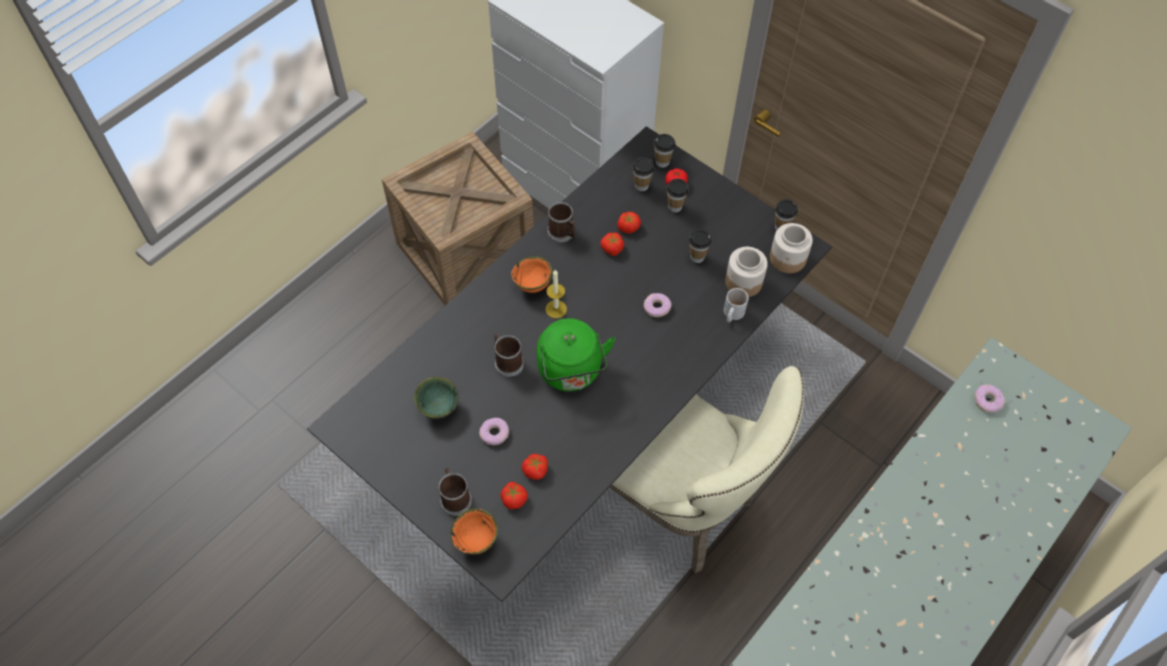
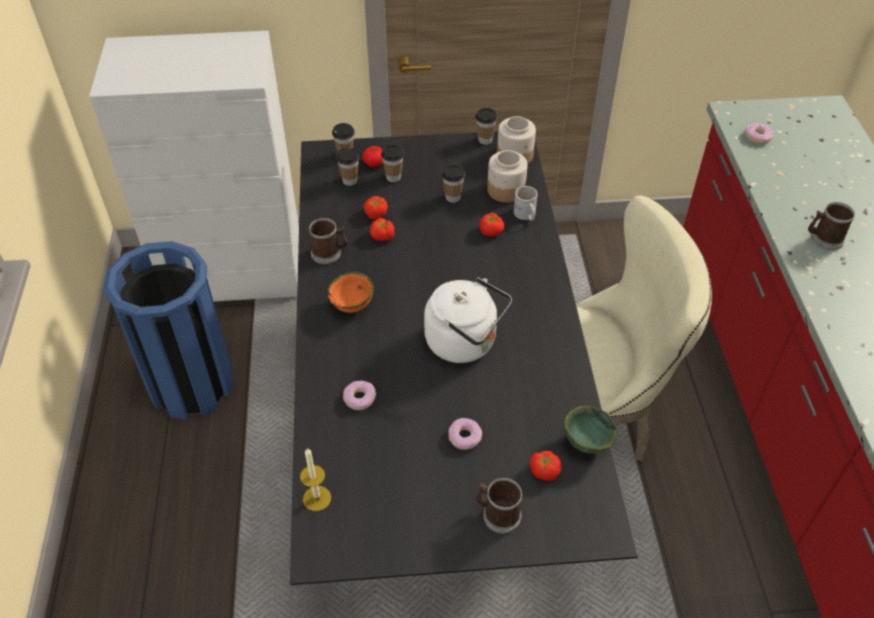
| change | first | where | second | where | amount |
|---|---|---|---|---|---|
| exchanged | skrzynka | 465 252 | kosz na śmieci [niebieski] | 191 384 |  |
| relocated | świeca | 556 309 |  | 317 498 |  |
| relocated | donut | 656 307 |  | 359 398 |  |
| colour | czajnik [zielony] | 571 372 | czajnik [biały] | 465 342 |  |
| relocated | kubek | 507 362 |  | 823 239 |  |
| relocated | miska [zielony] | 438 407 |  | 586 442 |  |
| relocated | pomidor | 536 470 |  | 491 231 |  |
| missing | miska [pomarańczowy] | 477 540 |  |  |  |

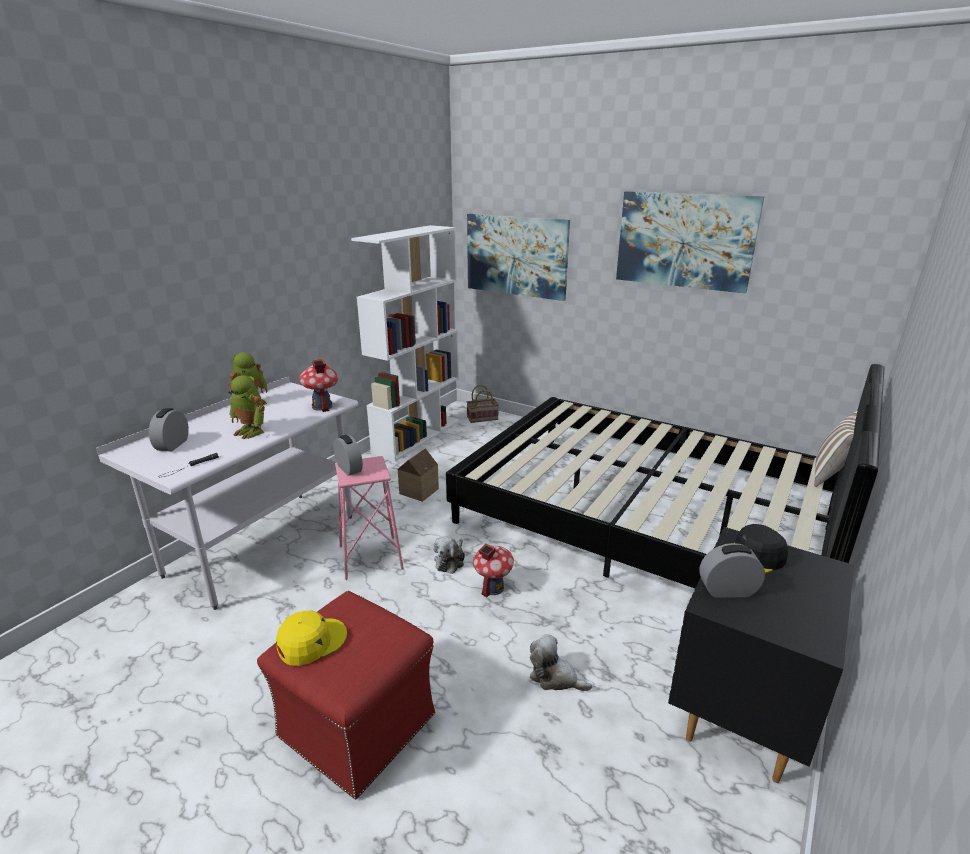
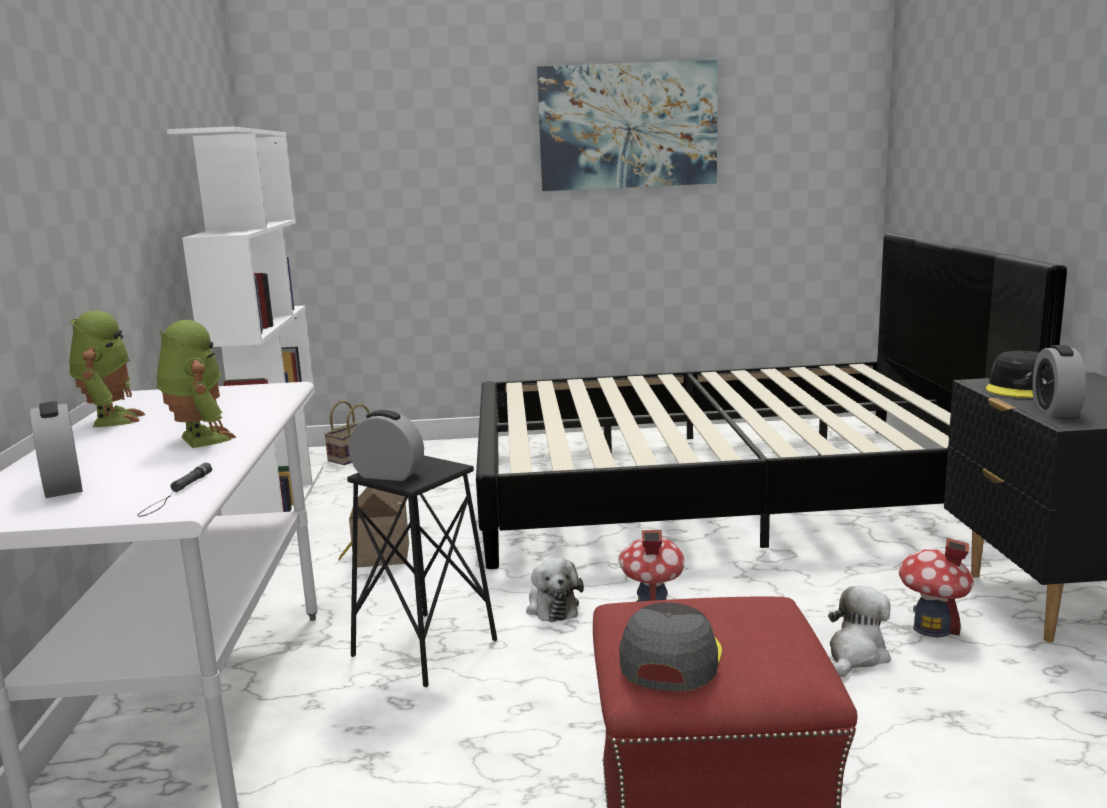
| change | first | where | second | where | amount |
|---|---|---|---|---|---|
| missing | obraz | 516 256 |  |  |  |
| relocated | domek | 322 406 |  | 932 628 |  |
| spun | robot zabawkowy | 251 431 |  | 199 439 | 120 degrees counterclockwise |
| missing | poduszka | 831 475 |  |  |  |
| colour | stołek [różowy] | 370 557 | stołek [czarny] | 424 648 |  |
| spun | budzik | 727 590 |  | 1055 410 | 45 degrees counterclockwise |
| colour | czapka z daszkiem [żółty] | 311 641 | czapka z daszkiem [szary] | 670 658 |  |
| spun | pluszak | 555 677 |  | 856 655 | 135 degrees clockwise |

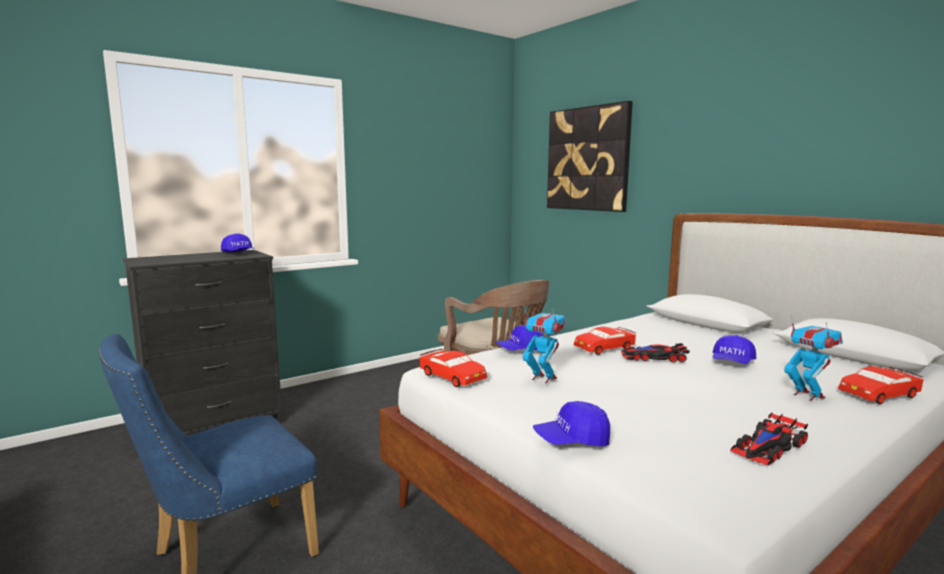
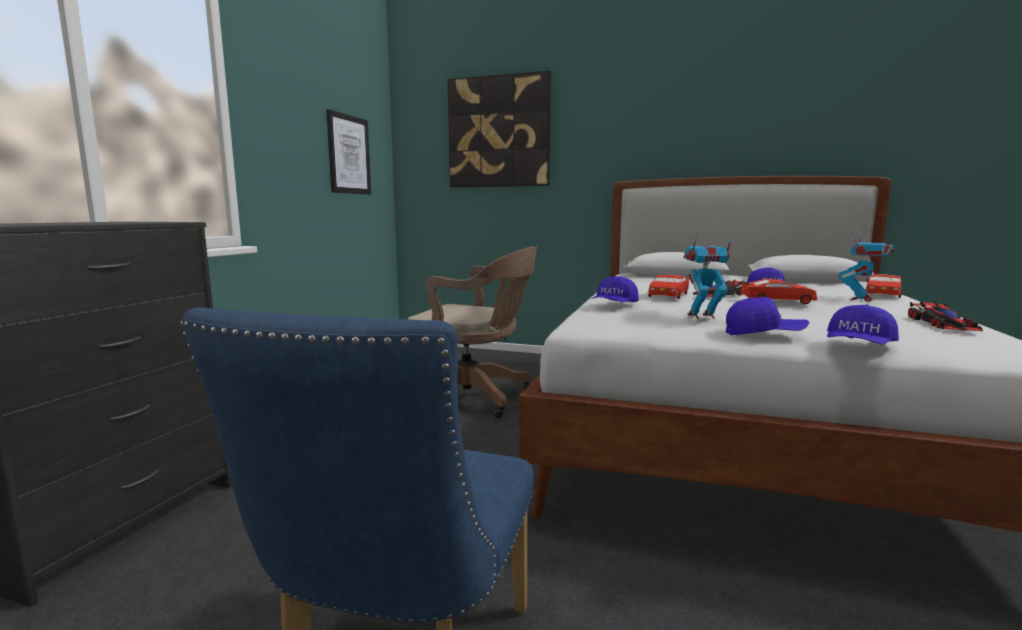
| change | first | where | second | where | amount |
|---|---|---|---|---|---|
| relocated | czapka z daszkiem [niebieski] | 239 253 |  | 764 334 |  |
| spun | robot zabawkowy | 807 395 |  | 861 299 | 105 degrees clockwise |
| relocated | samochodzik [czerwony] | 452 376 |  | 776 301 |  |
| appeared |  |  | obraz | 348 155 |  |

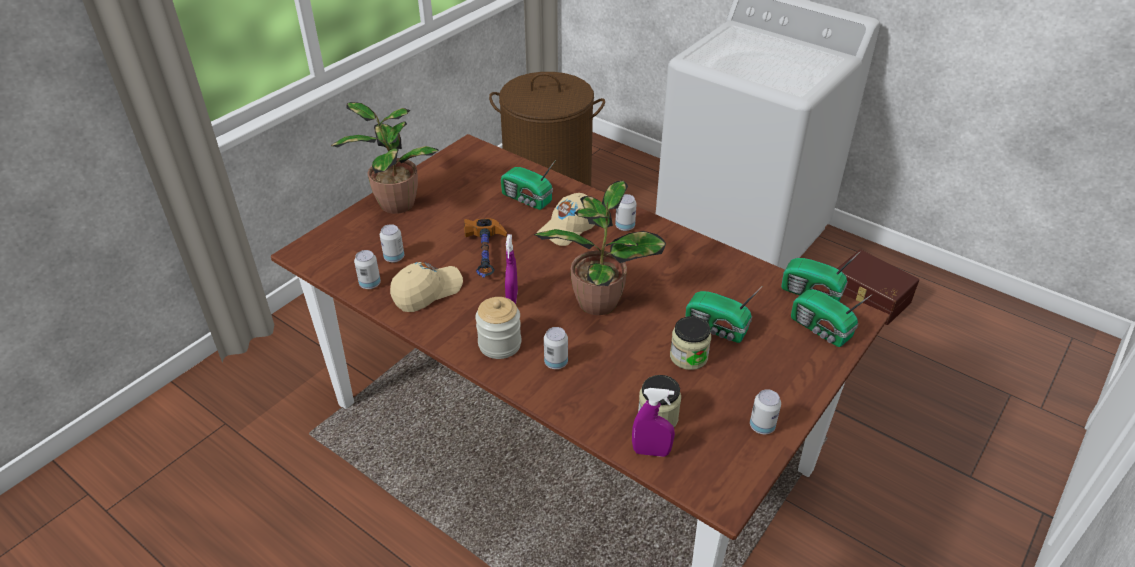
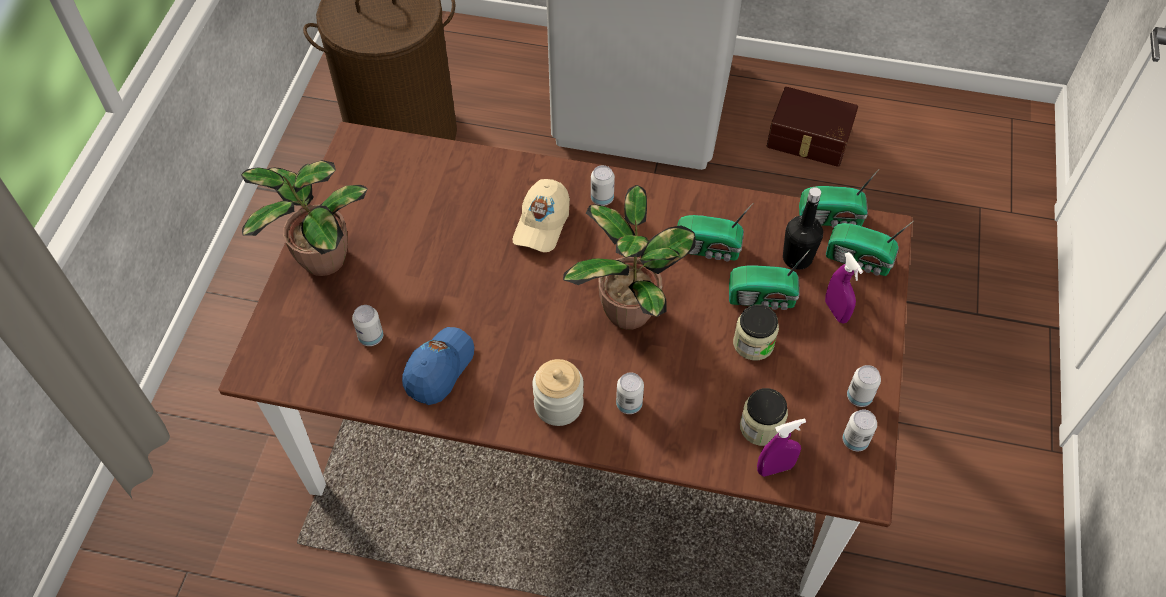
| change | first | where | second | where | amount |
|---|---|---|---|---|---|
| relocated | radio | 527 199 |  | 709 249 |  |
| missing | młotek | 486 257 |  |  |  |
| relocated | spryskiwacz [fioletowy] | 512 299 |  | 836 311 |  |
| relocated | puszka | 370 284 |  | 855 441 |  |
| colour | czapka z daszkiem [beżowy] | 427 292 | czapka z daszkiem [niebieski] | 438 369 |  |
| appeared |  |  | butelka [czarny] | 797 258 |  |

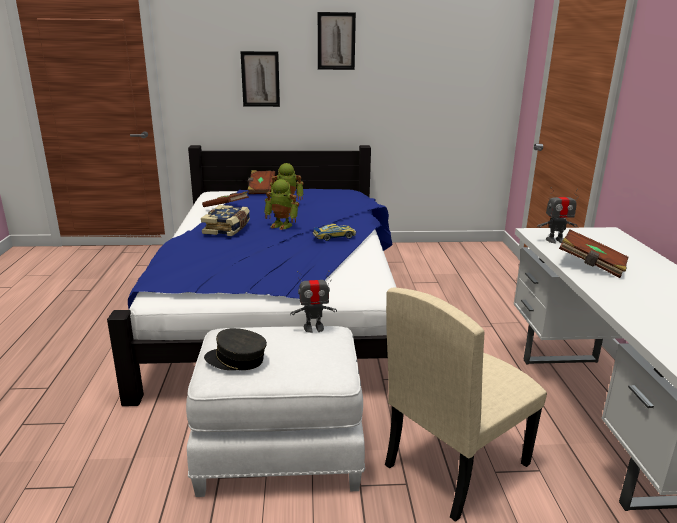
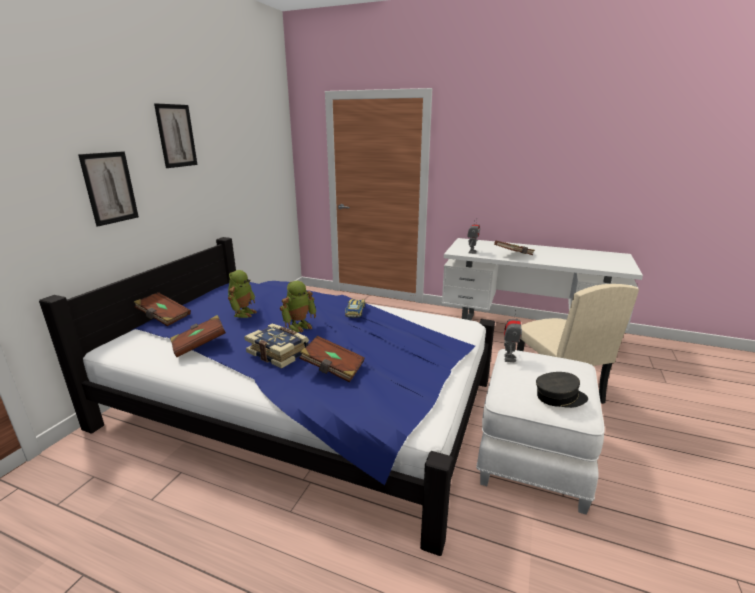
| change | first | where | second | where | amount |
|---|---|---|---|---|---|
| spun | czapka z daszkiem [szary] | 236 360 |  | 559 397 | 135 degrees counterclockwise |
| appeared |  |  | książka [brązowy] | 332 369 |  |

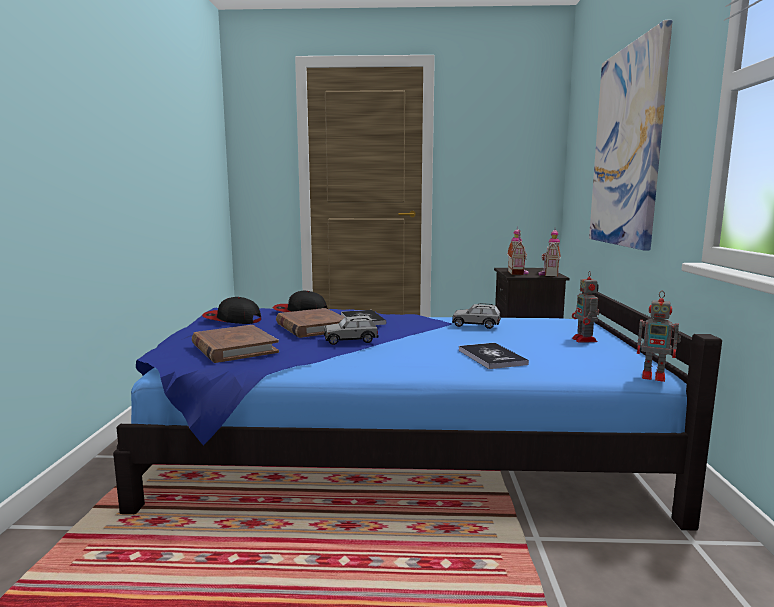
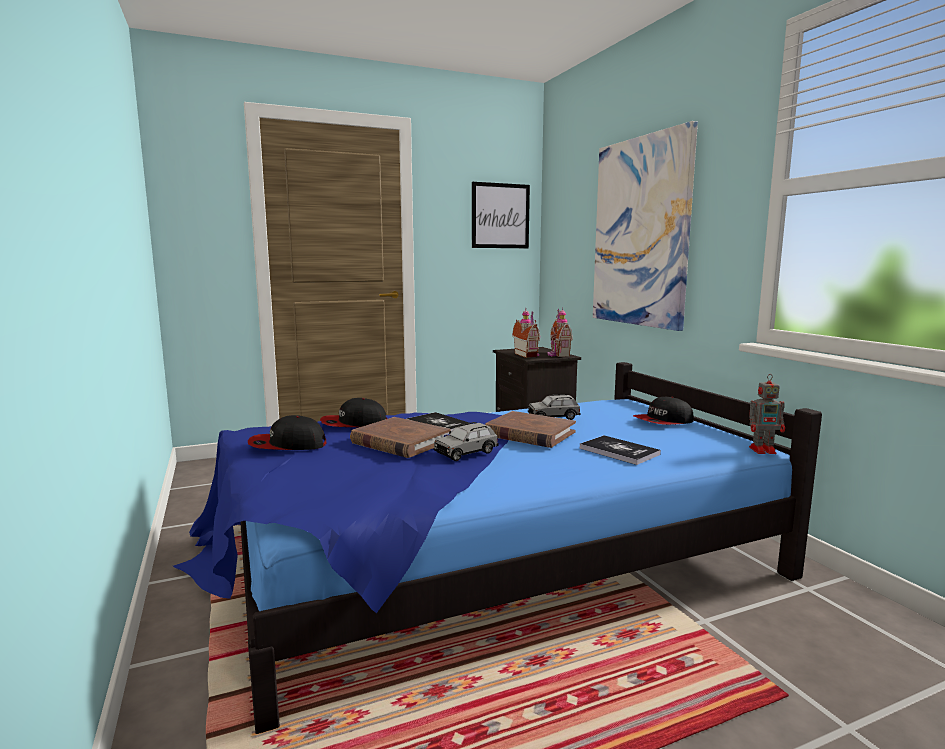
| change | first | where | second | where | amount |
|---|---|---|---|---|---|
| exchanged | robot zabawkowy | 585 340 | czapka z daszkiem | 663 421 |  |
| relocated | książka [brązowy] | 234 348 |  | 529 434 |  |
| appeared |  |  | obraz | 500 216 |  |

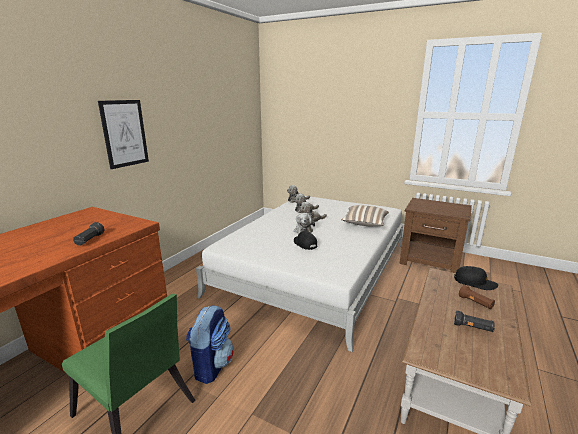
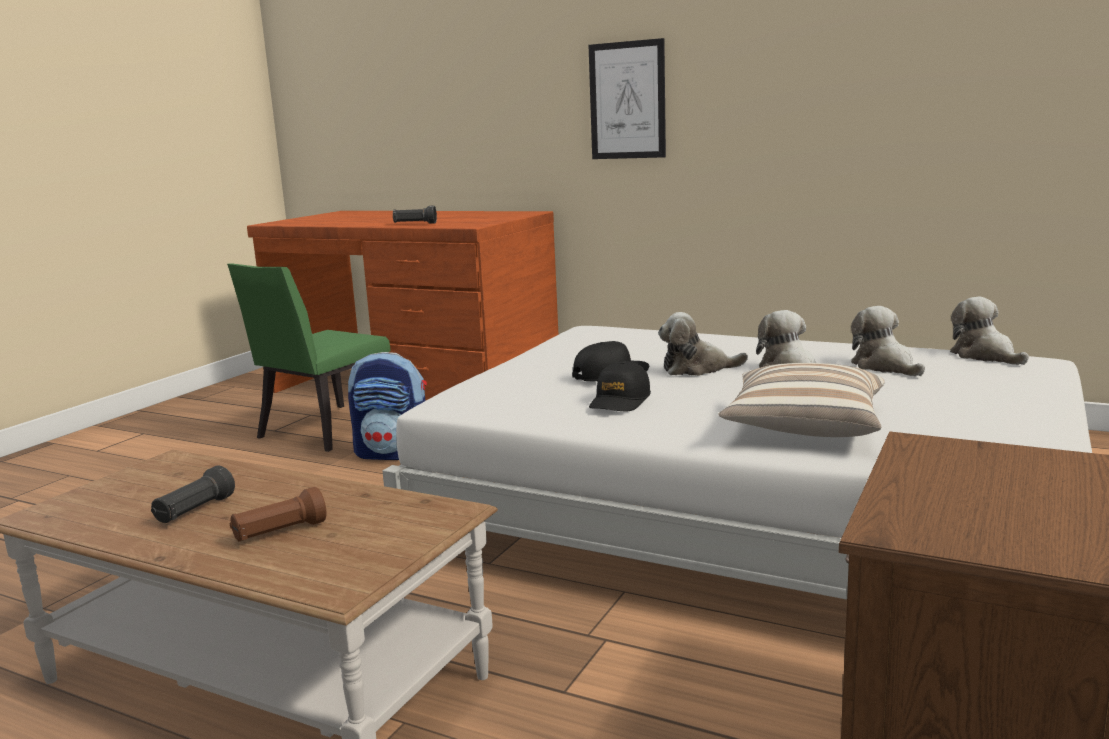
| change | first | where | second | where | amount |
|---|---|---|---|---|---|
| relocated | czapka z daszkiem [czarny] | 474 282 |  | 620 401 |  |

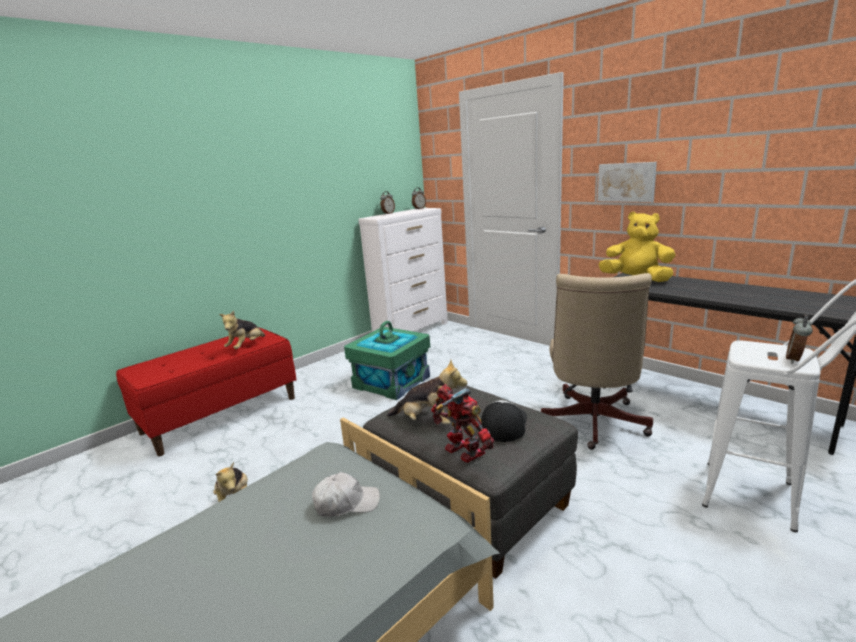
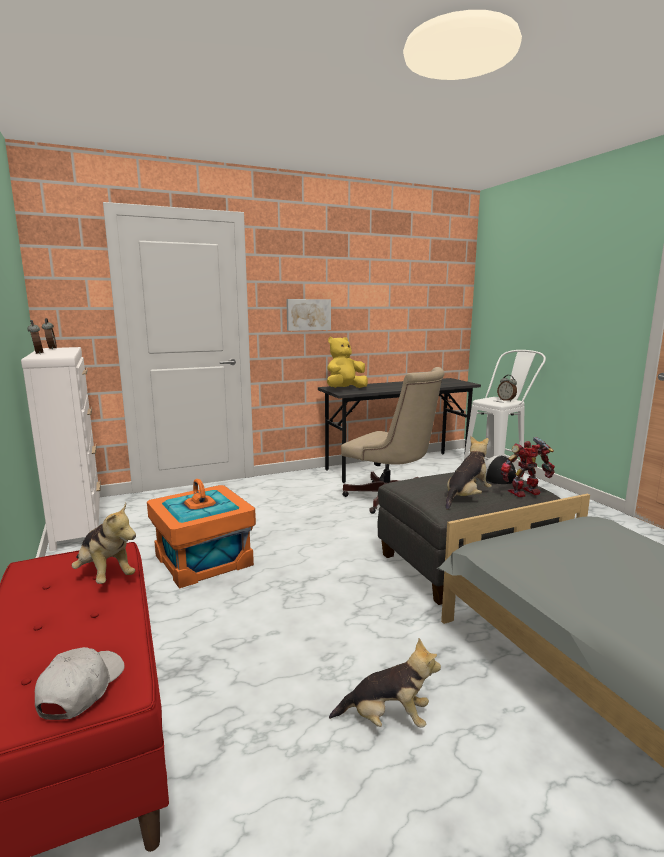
| change | first | where | second | where | amount |
|---|---|---|---|---|---|
| colour | pojemnik do przechowywania [zielony] | 391 382 | pojemnik do przechowywania [pomarańczowy] | 203 560 |  |
| relocated | czapka z daszkiem [biały] | 346 503 |  | 81 689 |  |

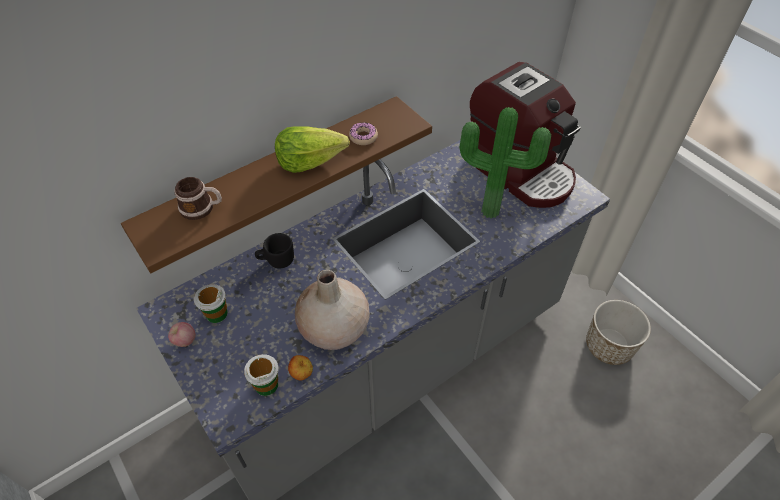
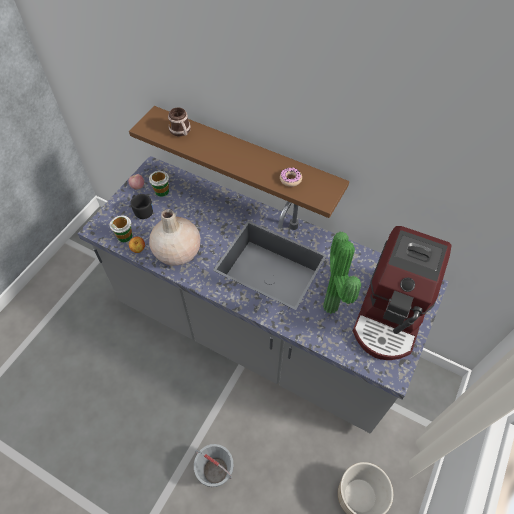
| change | first | where | second | where | amount |
|---|---|---|---|---|---|
| missing | sałata | 310 161 |  |  |  |
| relocated | kubek [czarny] | 276 260 |  | 142 211 |  |
| appeared |  |  | wiadro [szary] | 216 470 |  |

